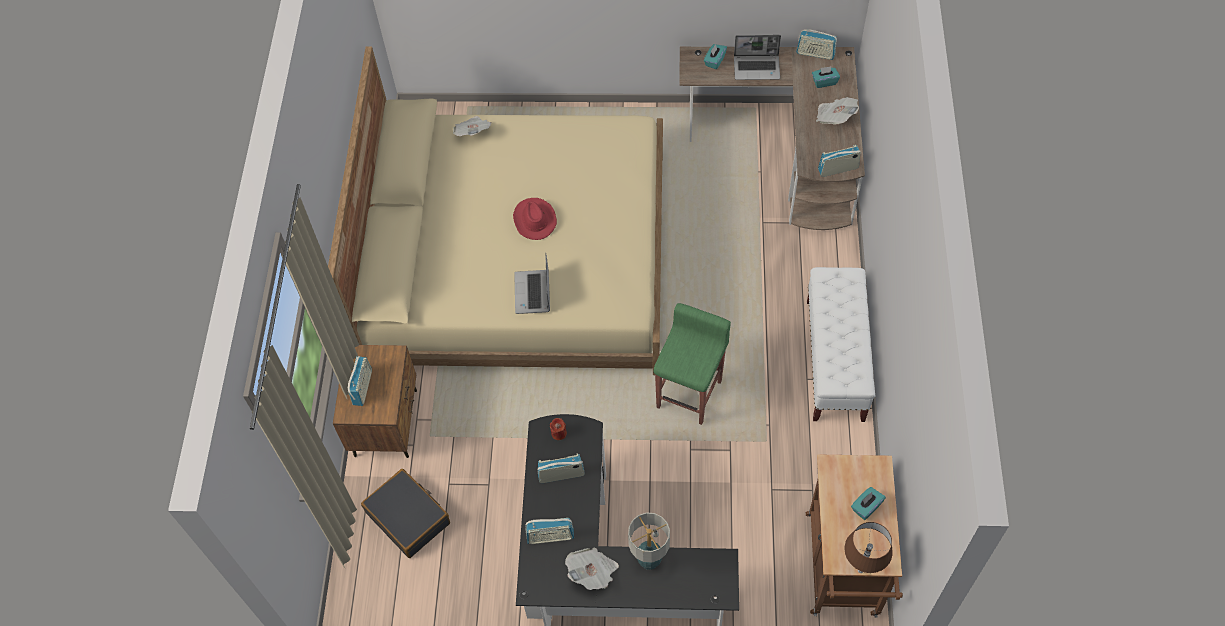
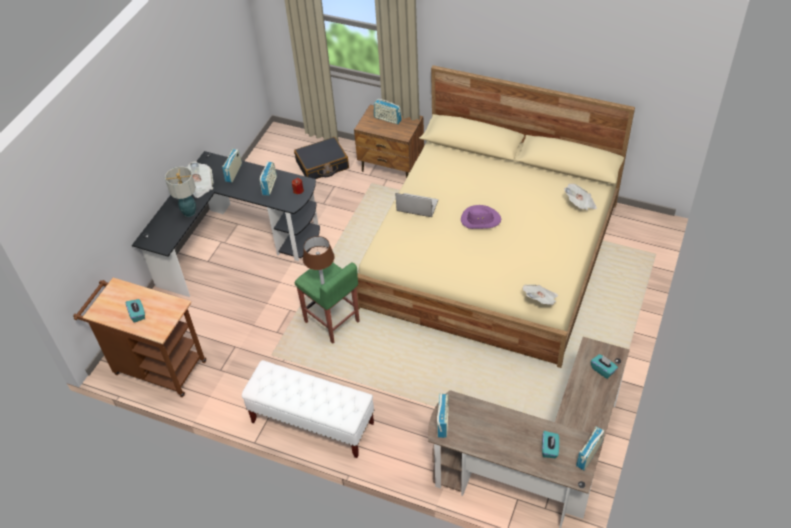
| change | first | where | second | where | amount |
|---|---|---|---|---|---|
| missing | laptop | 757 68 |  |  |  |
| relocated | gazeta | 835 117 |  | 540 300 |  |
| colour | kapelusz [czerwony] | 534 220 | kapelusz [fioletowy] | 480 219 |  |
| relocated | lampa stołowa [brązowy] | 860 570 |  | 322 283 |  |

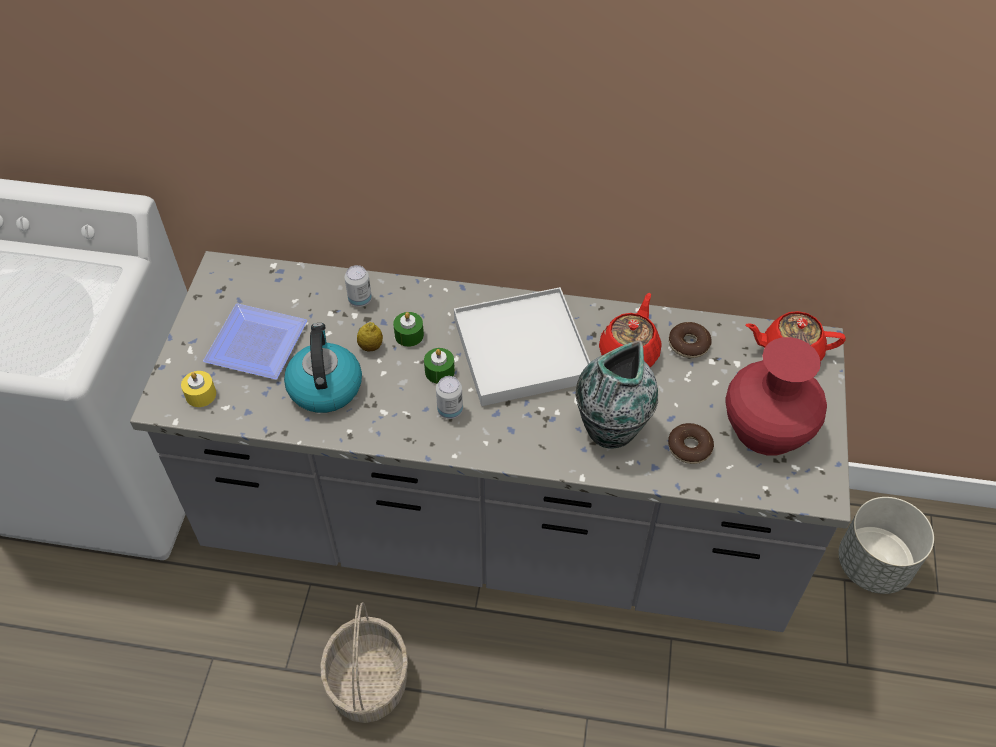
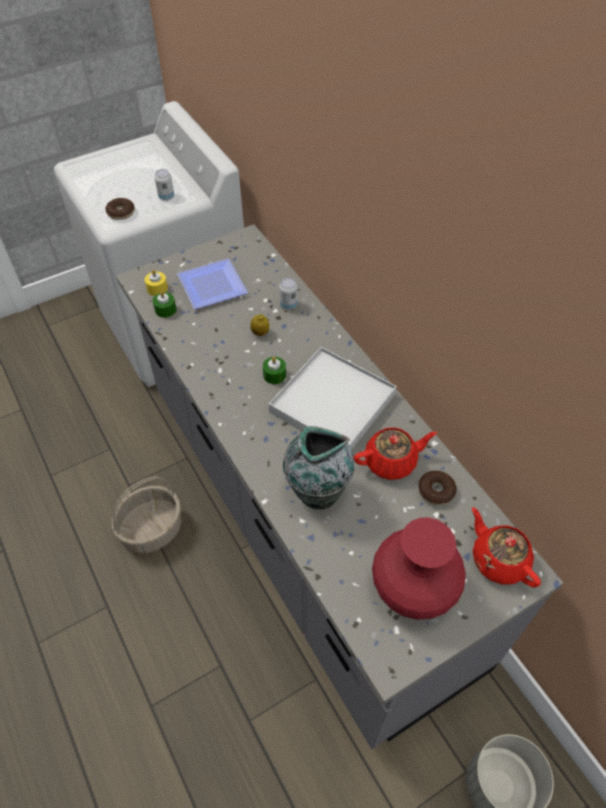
| change | first | where | second | where | amount |
|---|---|---|---|---|---|
| relocated | świeca [zielony] | 409 335 |  | 165 310 |  |
| missing | czajnik | 325 386 |  |  |  |
| relocated | puszka | 450 410 |  | 166 197 |  |
| relocated | donut | 689 447 |  | 121 213 |  |

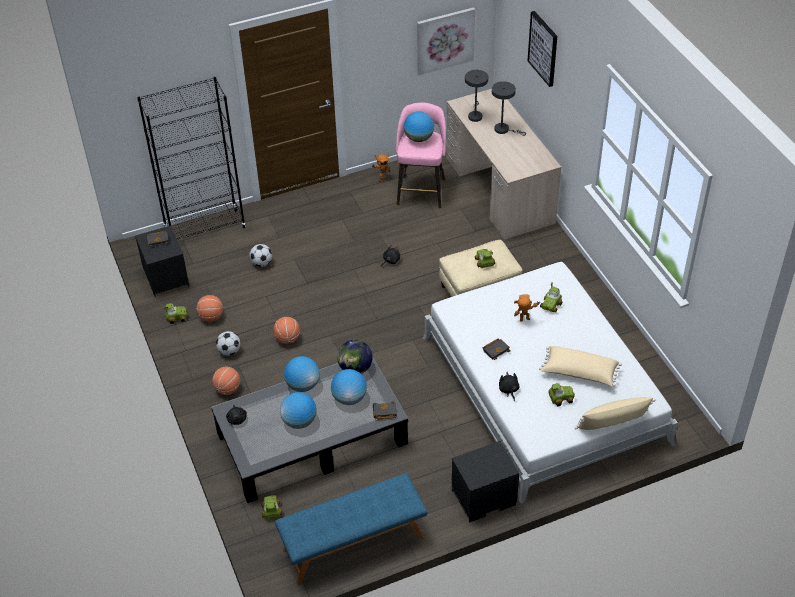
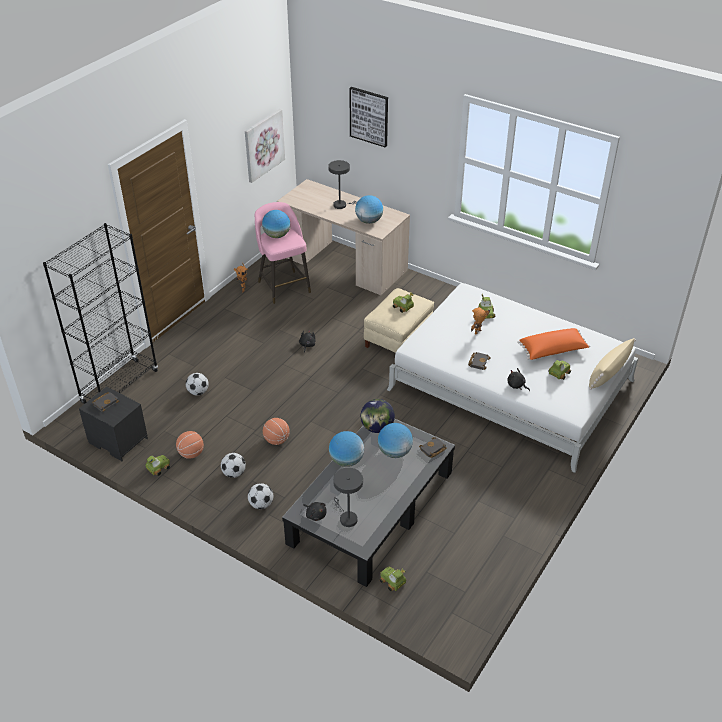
| change | first | where | second | where | amount |
|---|---|---|---|---|---|
| relocated | lampa stołowa [szary] | 475 115 |  | 346 518 |  |
| colour | poduszka [beżowy] | 579 373 | poduszka [pomarańczowy] | 552 351 |  |
| exchanged | piłka do koszykówki | 227 389 | piłka futbolowa | 261 504 |  |
| relocated | globus | 299 421 |  | 369 221 |  |
| missing | szafka nocna [czarny] | 483 498 |  |  |  |
| missing | ławka [niebieski] | 353 544 |  |  |  |

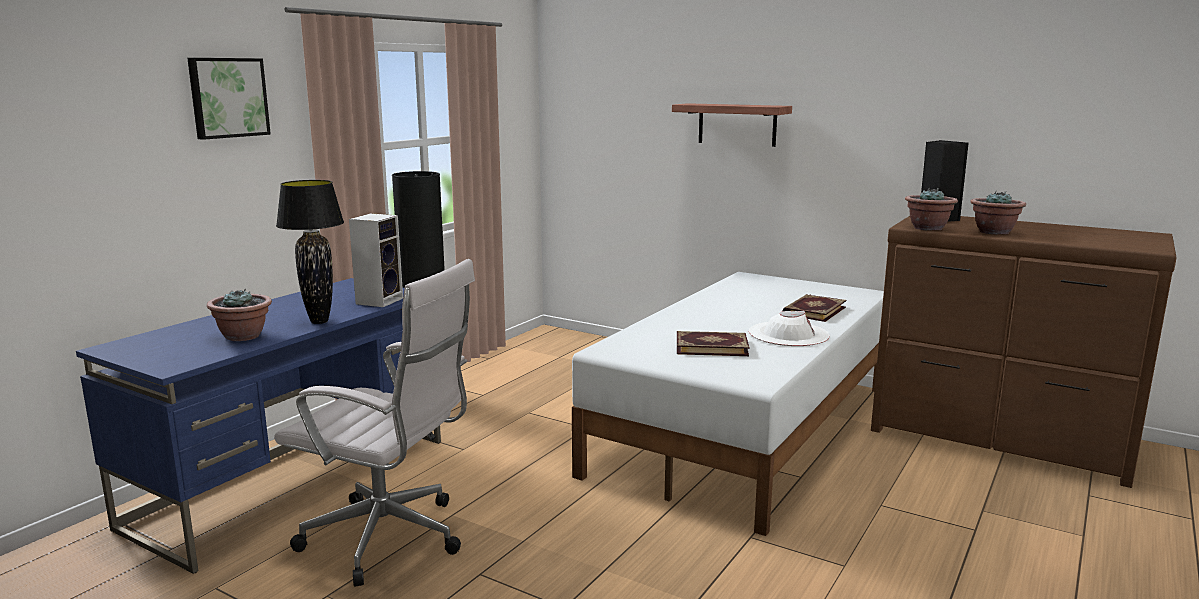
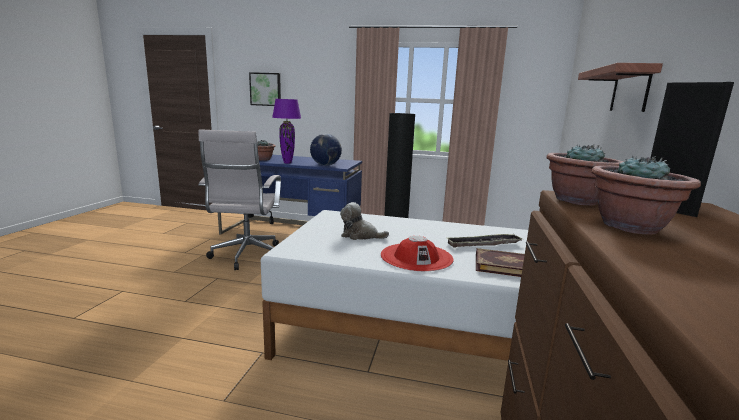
| change | first | where | second | where | amount |
|---|---|---|---|---|---|
| relocated | obraz | 227 97 |  | 266 89 |  |
| colour | lampa stołowa [czarny] | 319 322 | lampa stołowa [fioletowy] | 287 163 |  |
| exchanged | głośnik | 379 300 | globus | 326 165 |  |
| colour | kapelusz [biały] | 788 334 | kapelusz [czerwony] | 416 257 |  |
| exchanged | książka | 711 346 | pluszak | 360 235 |  |
| appeared |  |  | taca | 483 244 |  |

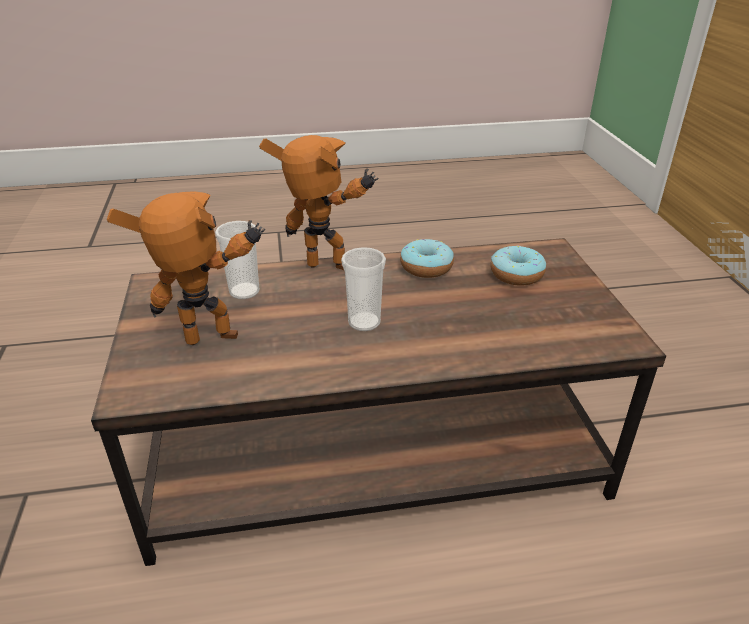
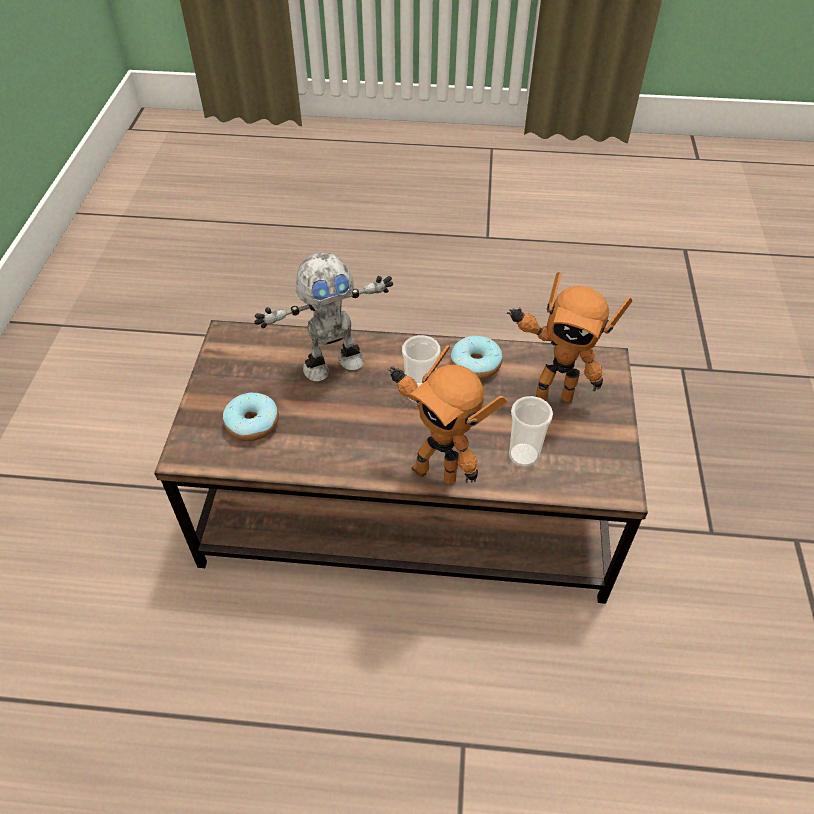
| change | first | where | second | where | amount |
|---|---|---|---|---|---|
| relocated | donut | 426 267 |  | 475 364 |  |
| appeared |  |  | robot zabawkowy | 332 363 |  |

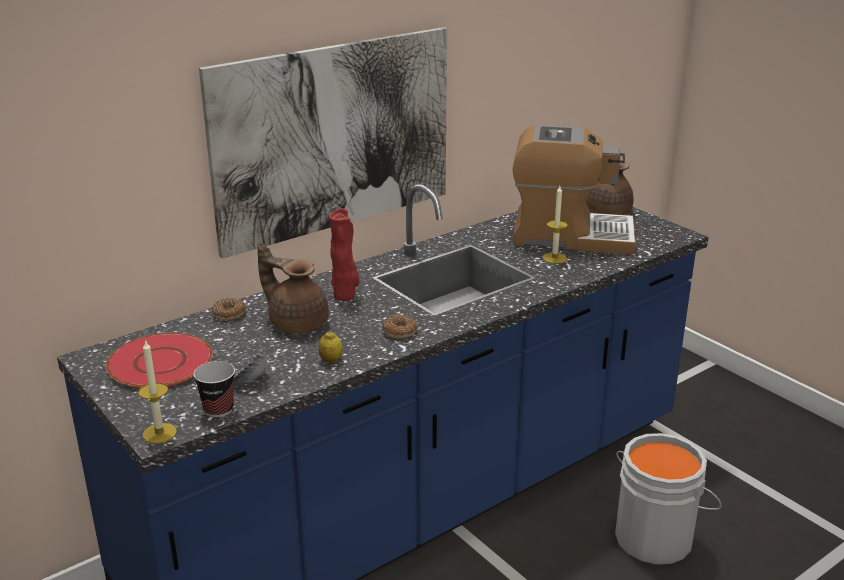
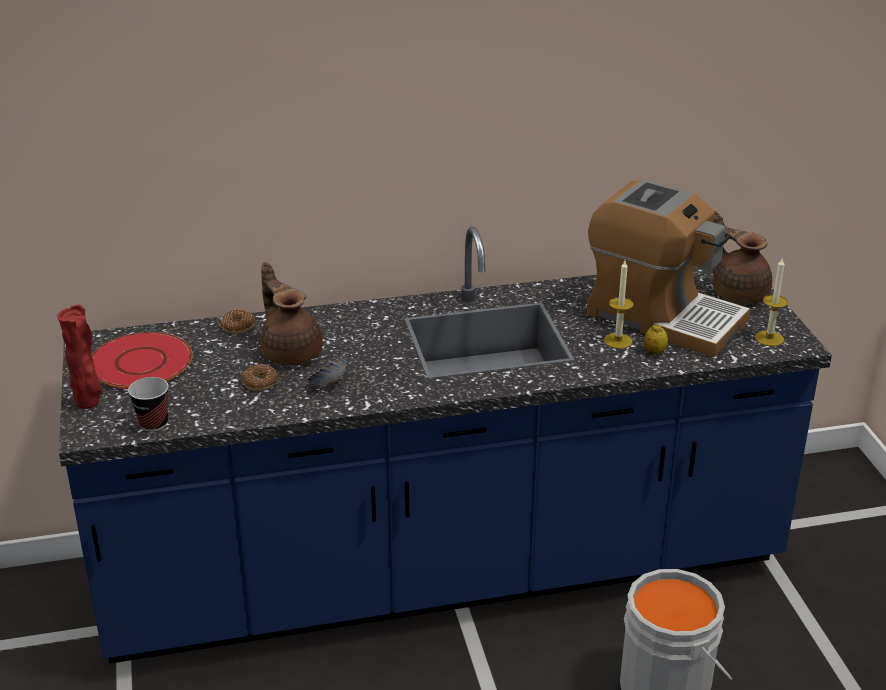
| change | first | where | second | where | amount |
|---|---|---|---|---|---|
| missing | obraz | 335 137 |  |  |  |
| relocated | wazon [czerwony] | 345 296 |  | 88 403 |  |
| relocated | donut | 399 332 |  | 260 383 |  |
| relocated | cytryna | 331 360 |  | 654 352 |  |
| relocated | świeca | 159 433 |  | 769 338 |  |
| relocated | miska | 251 379 |  | 328 383 |  |

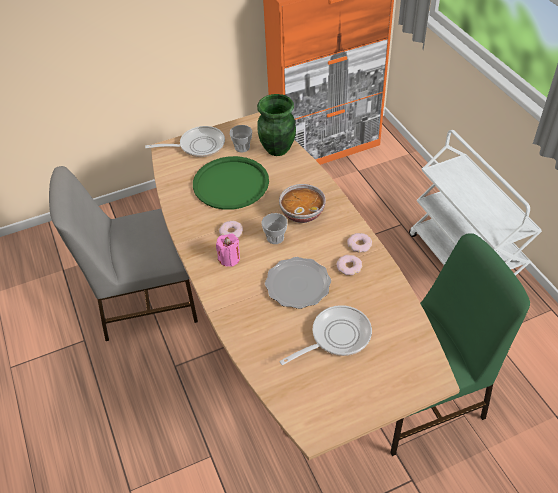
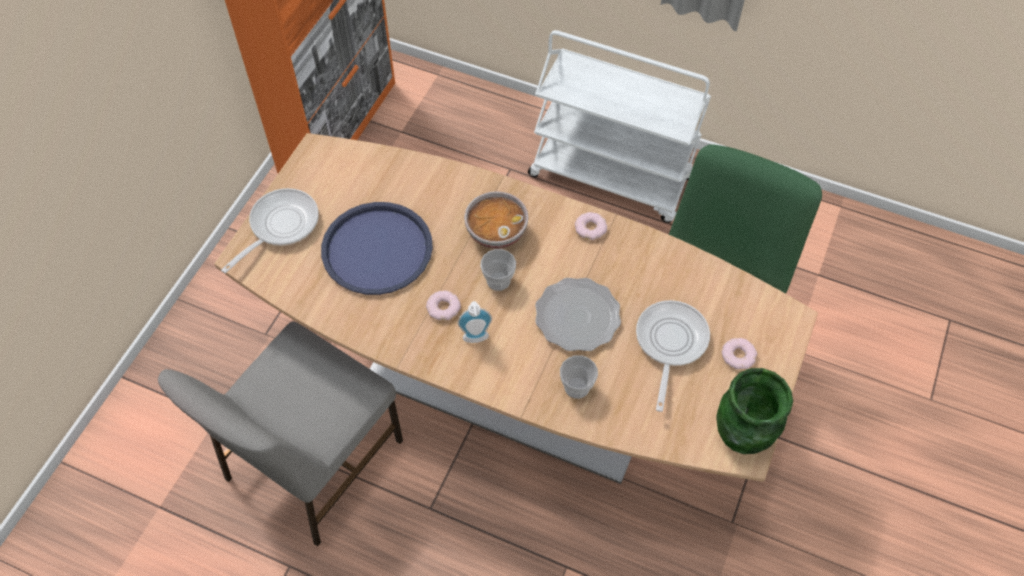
| change | first | where | second | where | amount |
|---|---|---|---|---|---|
| relocated | wazon [zielony] | 277 149 |  | 742 436 |  |
| relocated | filiżanka | 242 147 |  | 576 387 |  |
| colour | taca [zielony] | 231 184 | taca [niebieski] | 377 249 |  |
| exchanged | świeca [różowy] | 229 258 | dozownik mydła | 476 340 |  |
| relocated | donut | 349 267 |  | 738 355 |  |

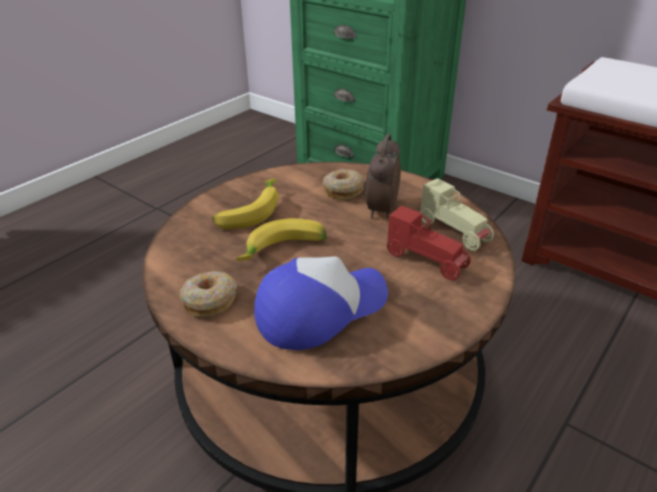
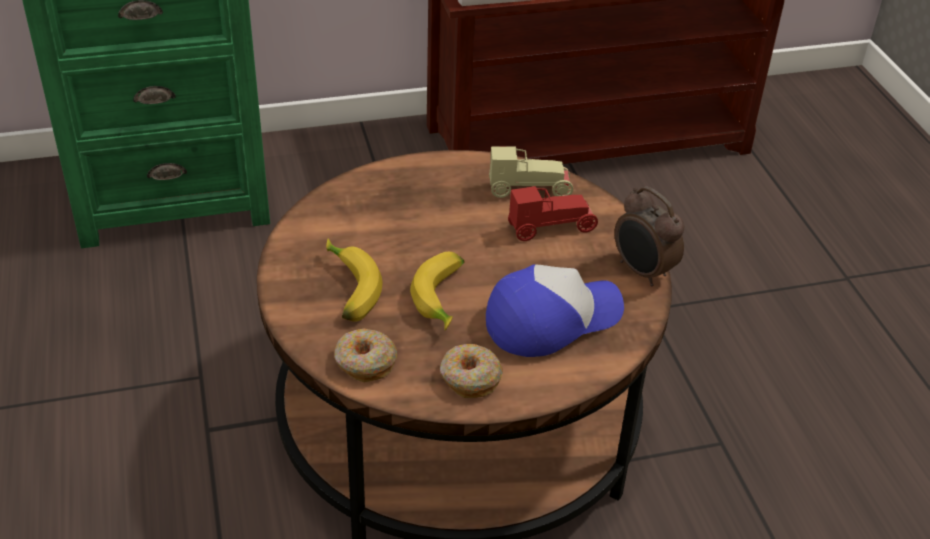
| change | first | where | second | where | amount |
|---|---|---|---|---|---|
| relocated | budzik | 380 210 |  | 642 272 |  |
| relocated | donut | 343 190 |  | 364 362 |  |
| spun | czapka z daszkiem | 320 309 |  | 552 319 | 60 degrees clockwise |

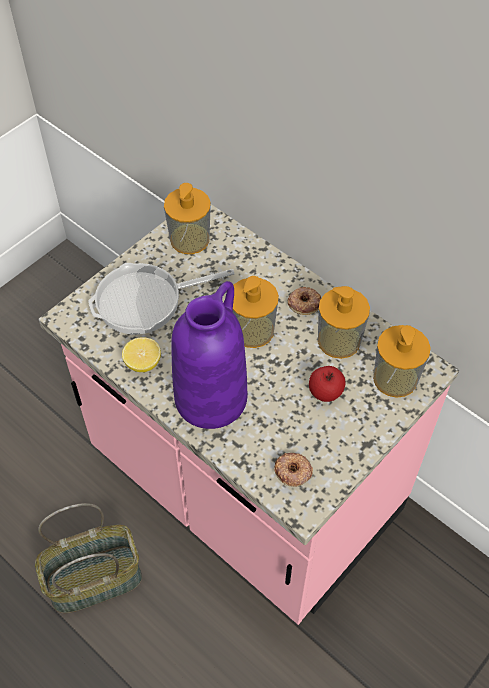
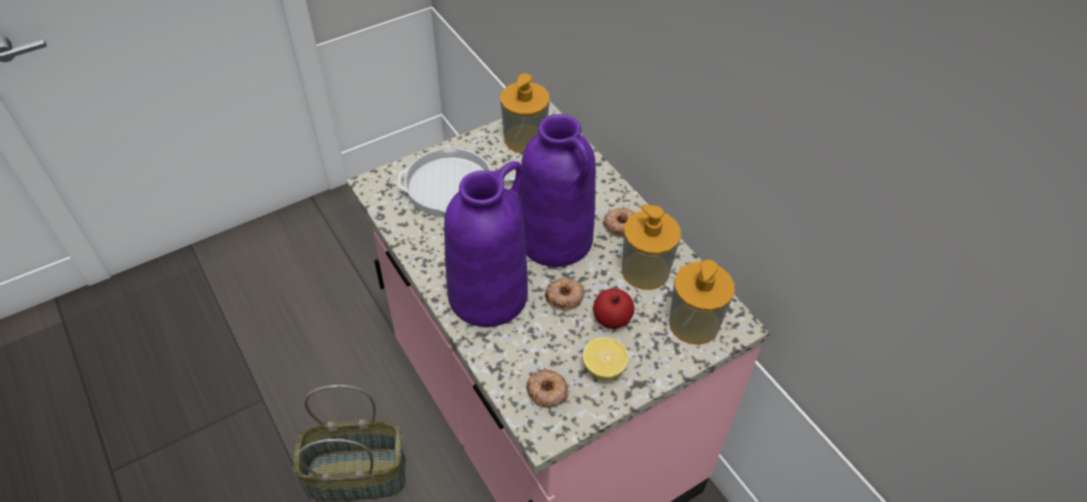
| change | first | where | second | where | amount |
|---|---|---|---|---|---|
| exchanged | dozownik mydła | 252 330 | wazon [fioletowy] | 556 239 |  |
| relocated | cytryna | 143 363 |  | 604 368 |  |
| appeared |  |  | donut | 565 297 |  |

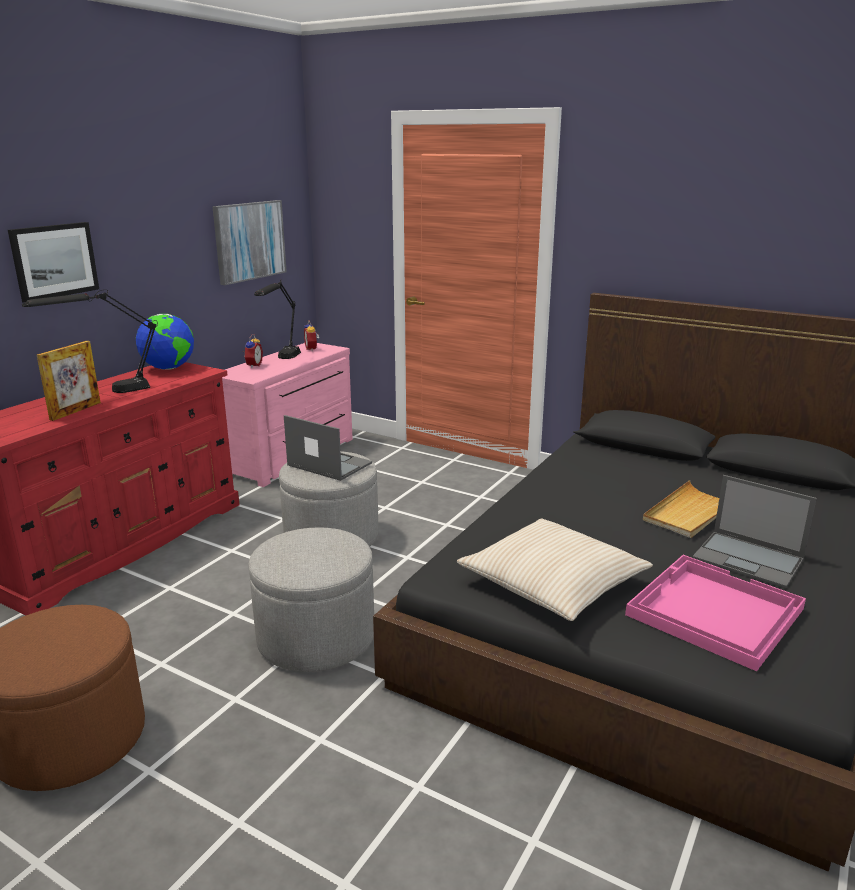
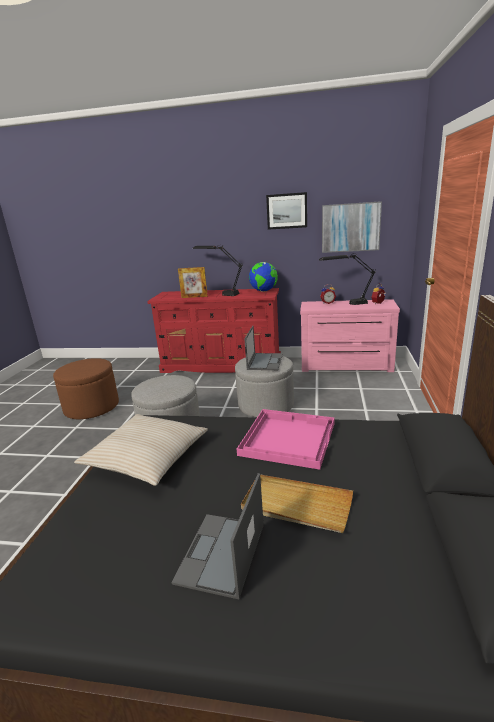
| change | first | where | second | where | amount |
|---|---|---|---|---|---|
| relocated | obraz | 54 261 |  | 287 211 |  |
| relocated | taca [różowy] | 713 612 |  | 287 438 |  |

